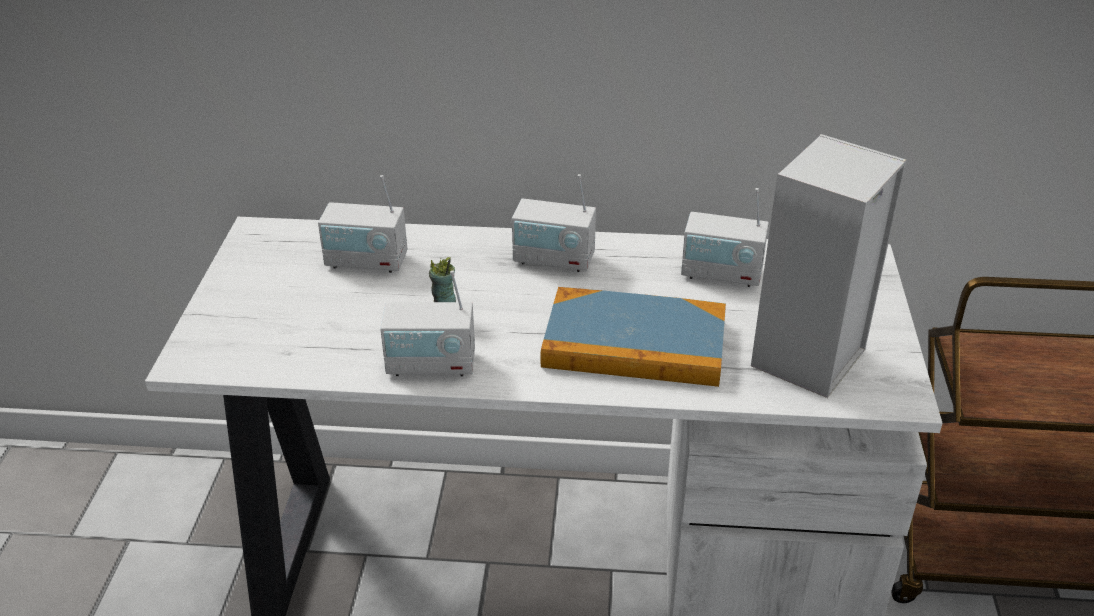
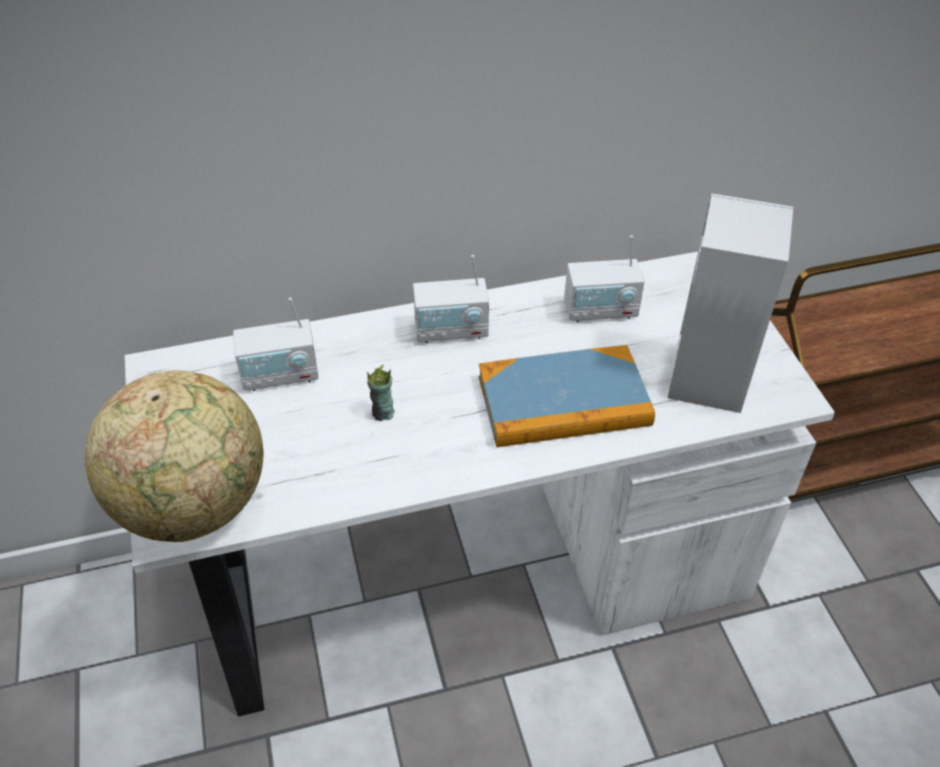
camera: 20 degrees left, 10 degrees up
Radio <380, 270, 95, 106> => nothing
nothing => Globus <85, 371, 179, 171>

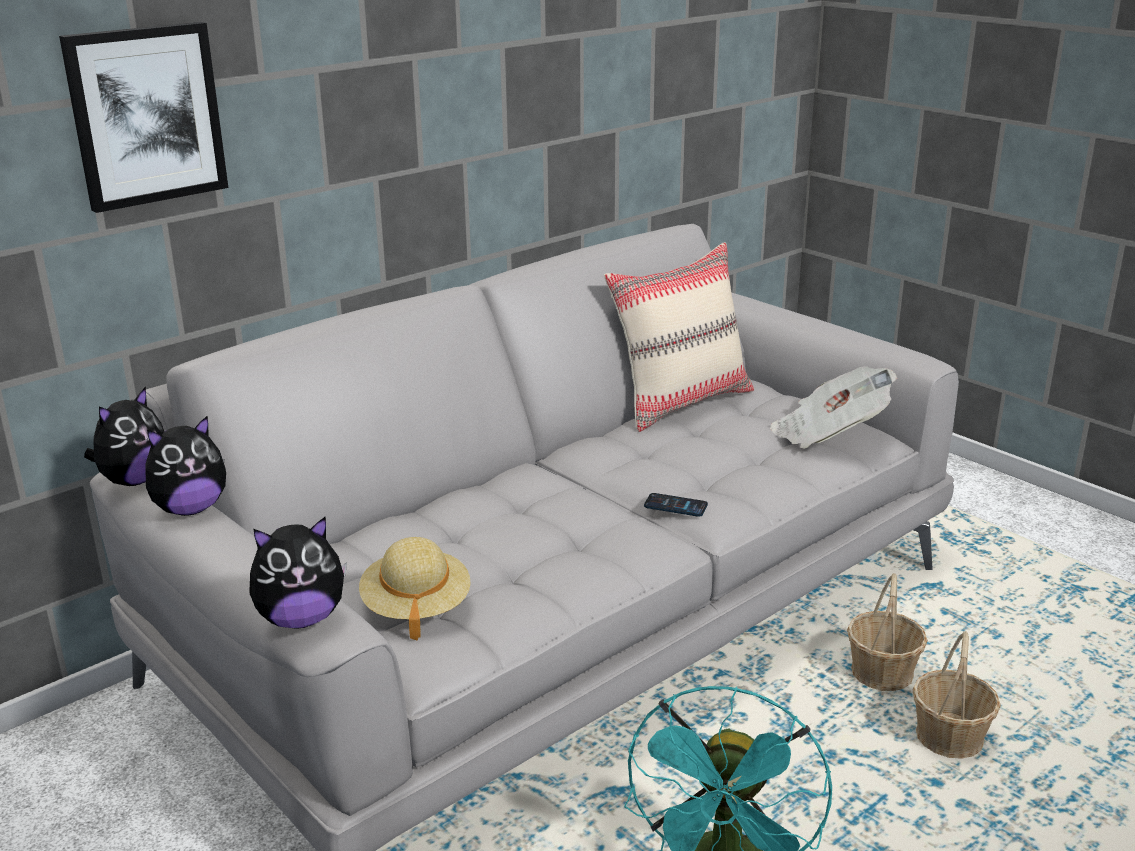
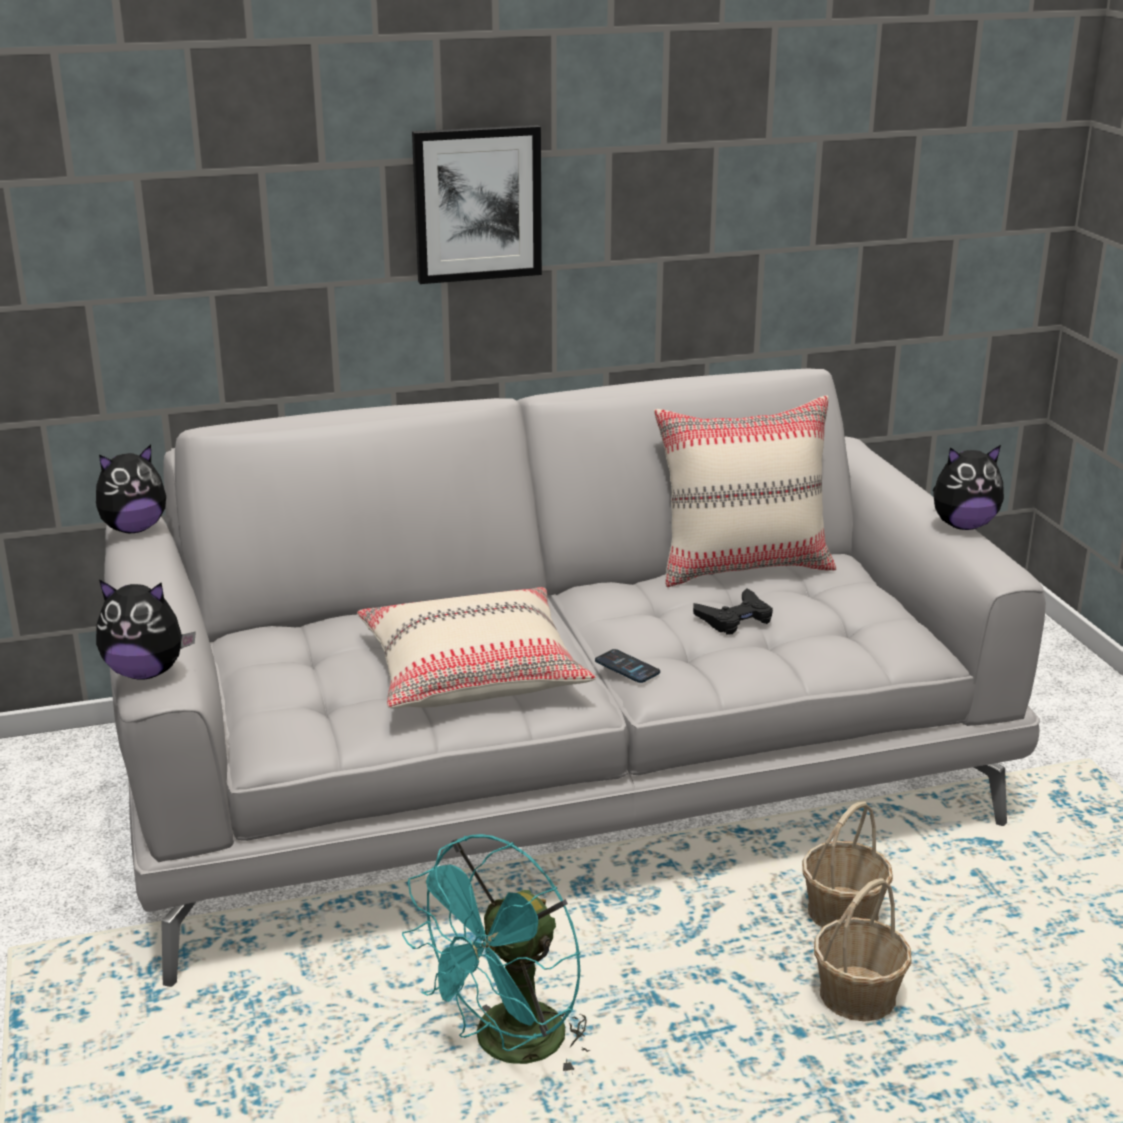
camera: 25 degrees right, 0 degrees up
Bild <59, 22, 169, 191> => Bild <412, 125, 130, 159>, shifted
Zeitung <770, 366, 127, 82> => nothing
Plüschtier <146, 416, 80, 100> => Plüschtier <933, 445, 71, 85>, shifted
Hut [beige] <359, 537, 112, 104> => nothing
nothing => Kissen [beige] <357, 587, 239, 122>
nothing => Gamepad [schwarz] <693, 588, 80, 47>

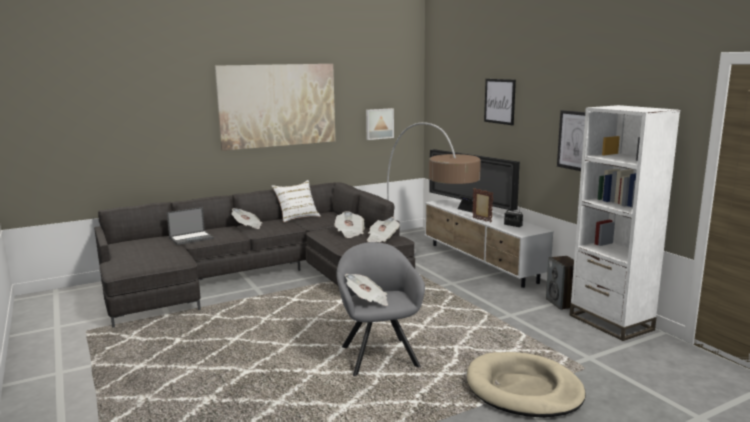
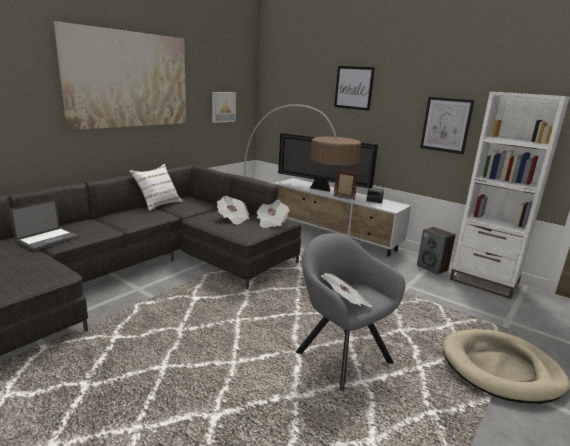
camera: 25 degrees left, 5 degrees up
Zeitung <231, 208, 32, 21> => nothing

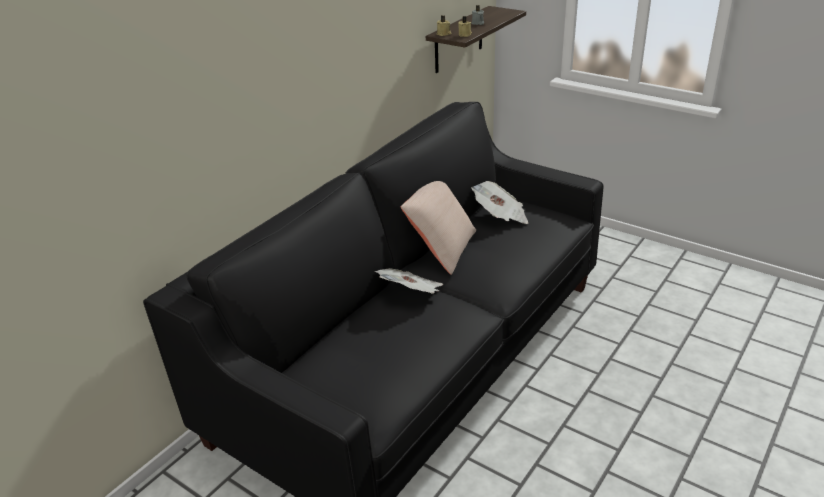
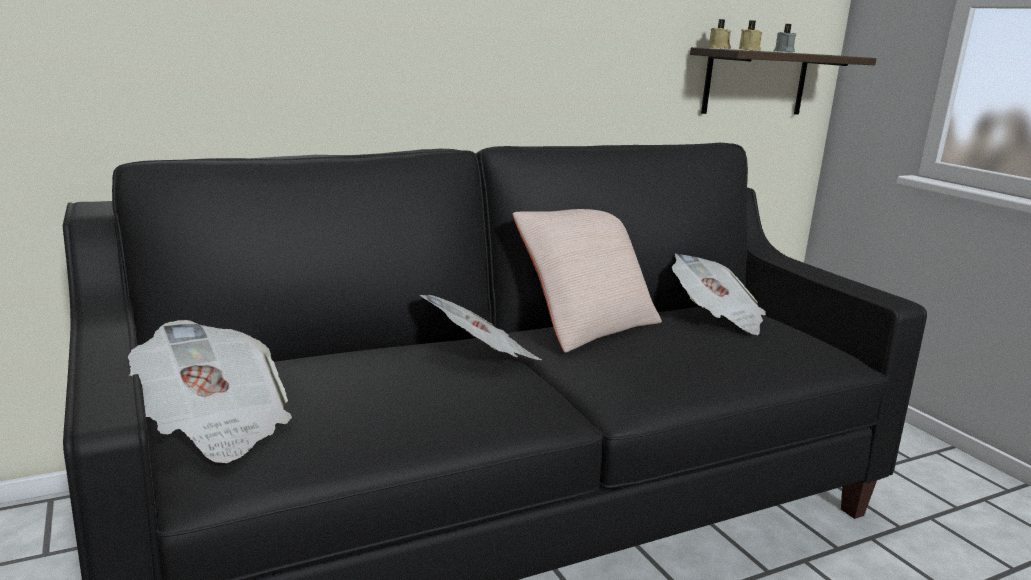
camera: 25 degrees right, 15 degrees down
nothing => Zeitung <128, 320, 164, 143>

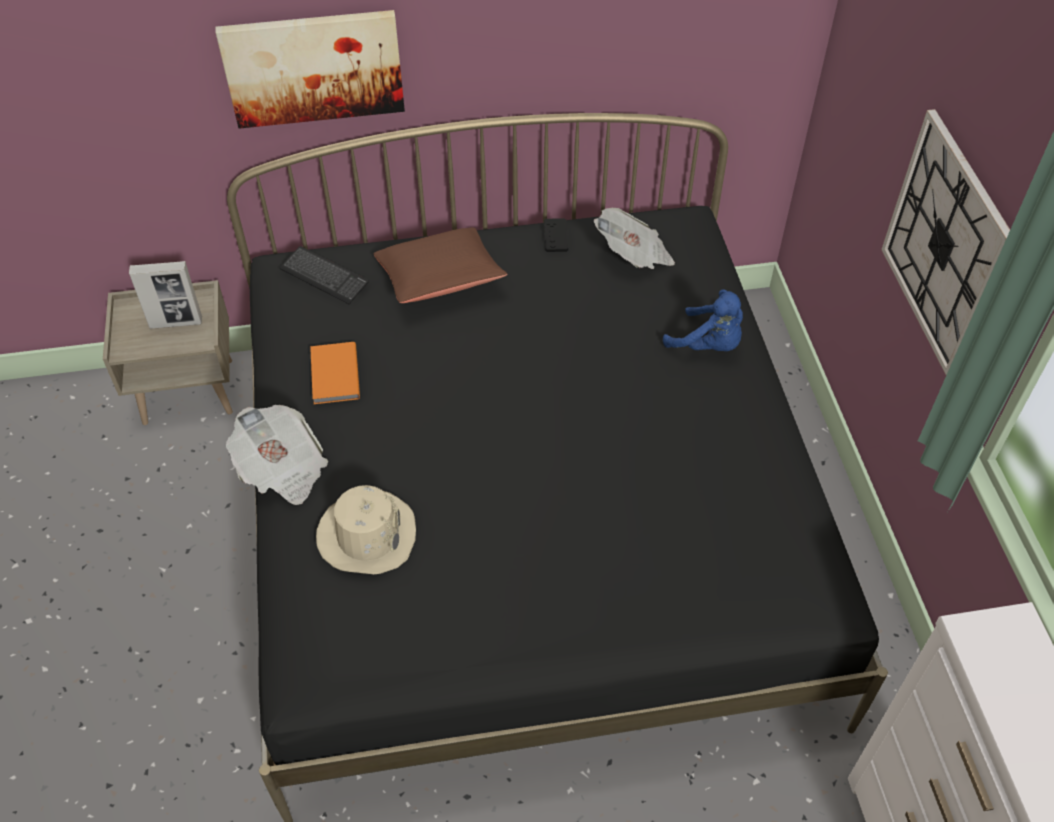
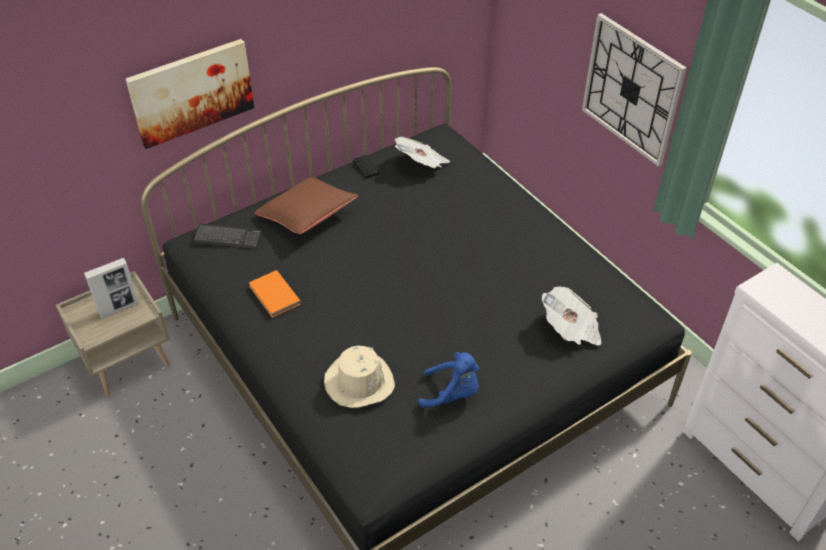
camera: 25 degrees left, 5 degrees down
Plüschtier [blau] <663, 289, 80, 62> => Plüschtier [blau] <418, 352, 61, 56>, shifted
Zeitung <226, 405, 102, 100> => Zeitung <542, 287, 60, 59>, shifted

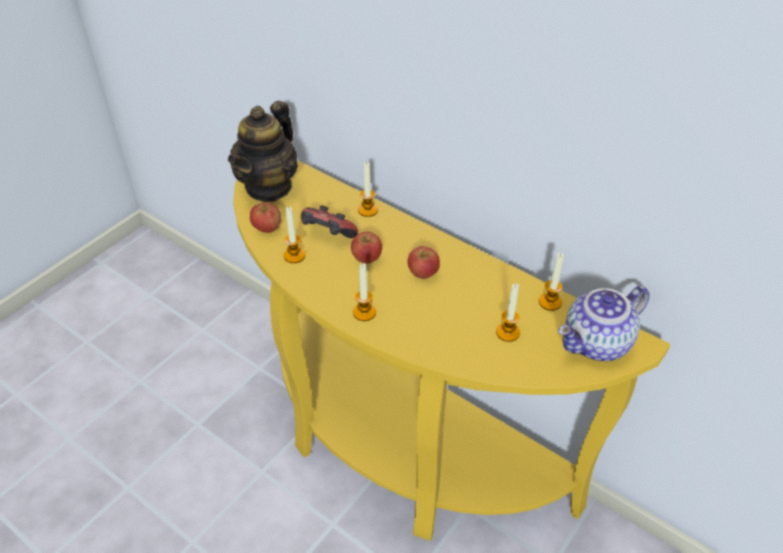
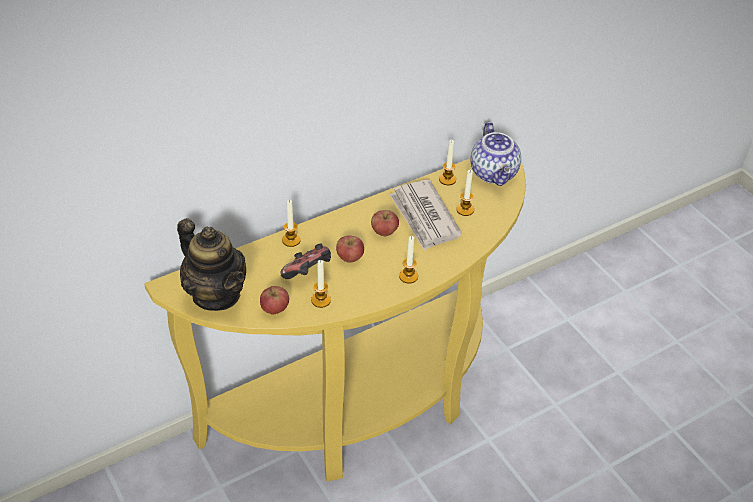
camera: 70 degrees left, 0 degrees up
nothing => Zeitung <389, 180, 73, 71>

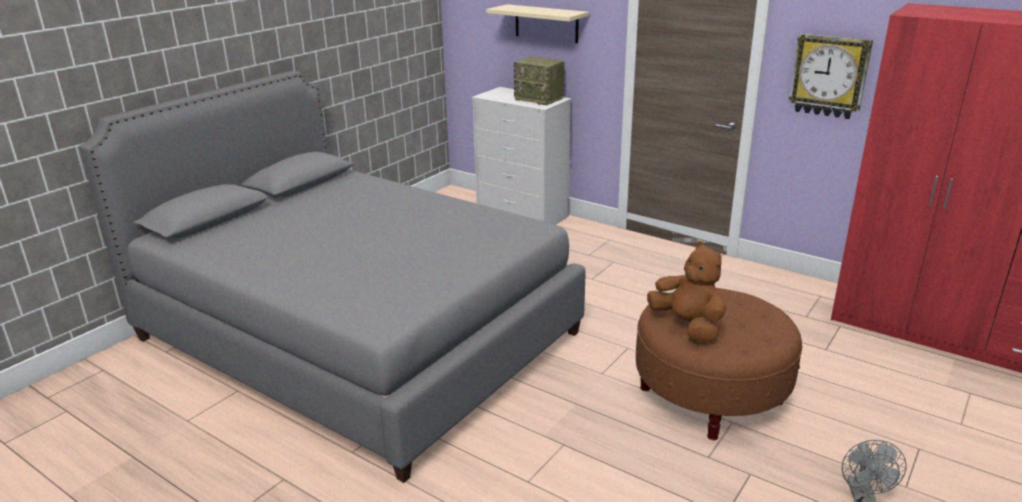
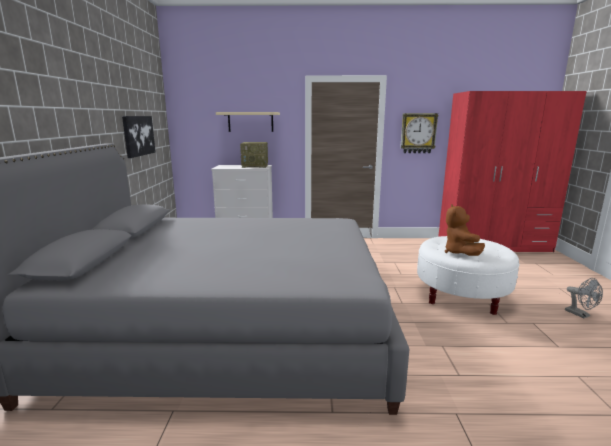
camera: 35 degrees left, 10 degrees down
Plüschtier [braun] <647, 241, 79, 101> => Plüschtier [braun] <445, 204, 40, 52>, 105 degrees counterclockwise
Polsterhocker [braun] <636, 288, 166, 152> => Polsterhocker [weiß] <417, 236, 103, 79>
nothing => Bild <122, 116, 34, 42>

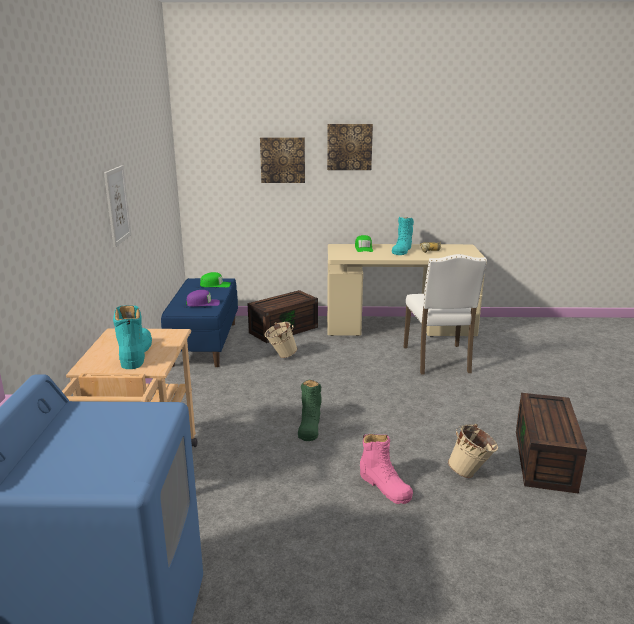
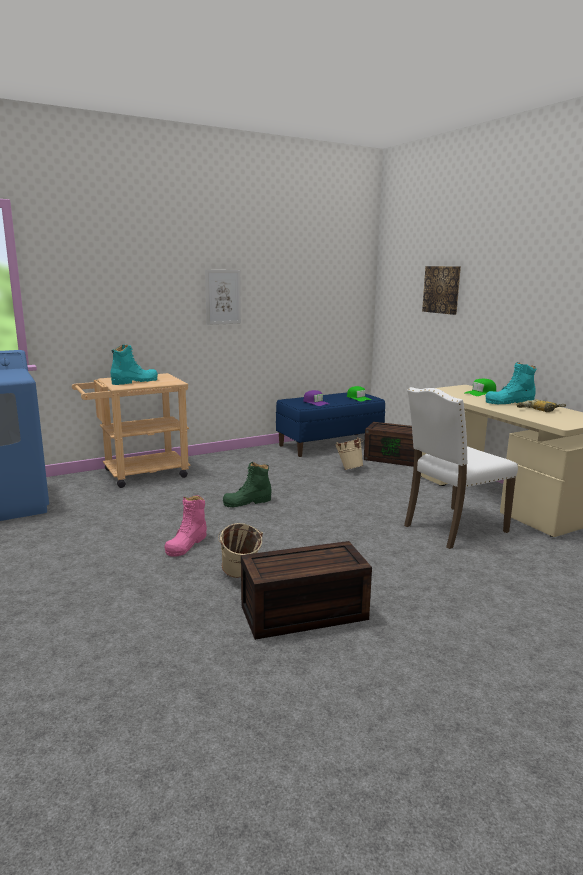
camera: 60 degrees right, 5 degrees down
Bild <327, 124, 46, 46> => nothing

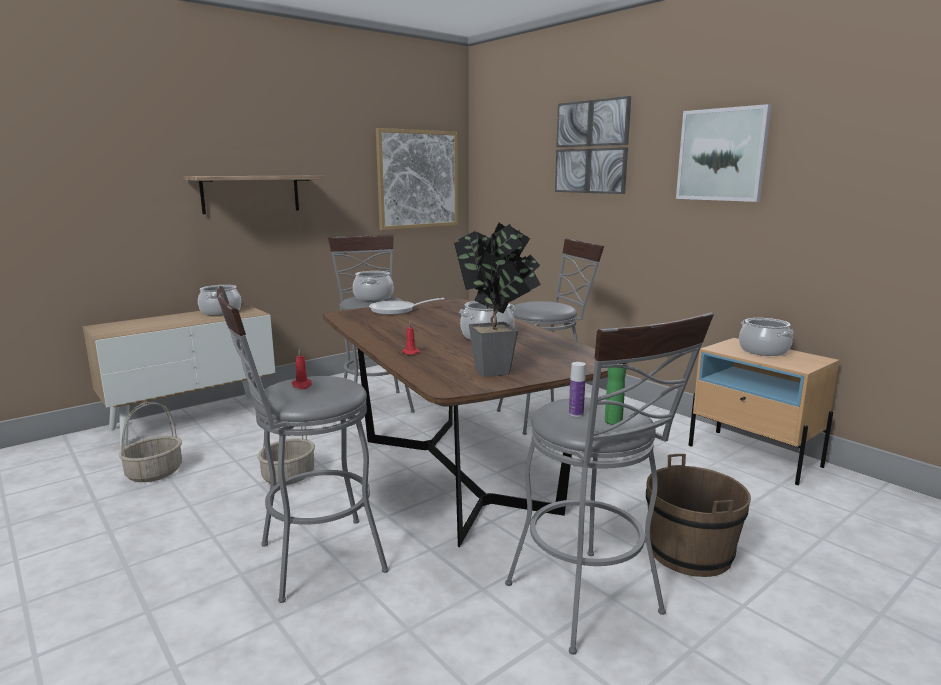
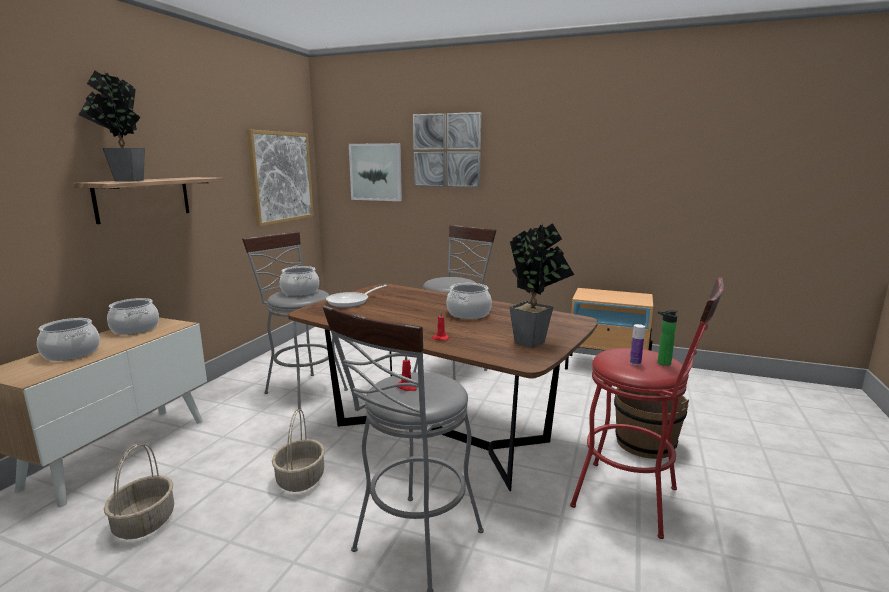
camera: 30 degrees left, 0 degrees up
Bild <676, 104, 96, 98> => Bild <349, 143, 53, 58>, shifted
Hocker [grau] <505, 313, 209, 342> => Hocker [rot] <570, 277, 154, 262>
Kochtopf <739, 318, 54, 38> => Kochtopf <37, 318, 63, 43>, shifted
nothing => Topfpflanze <79, 71, 66, 110>

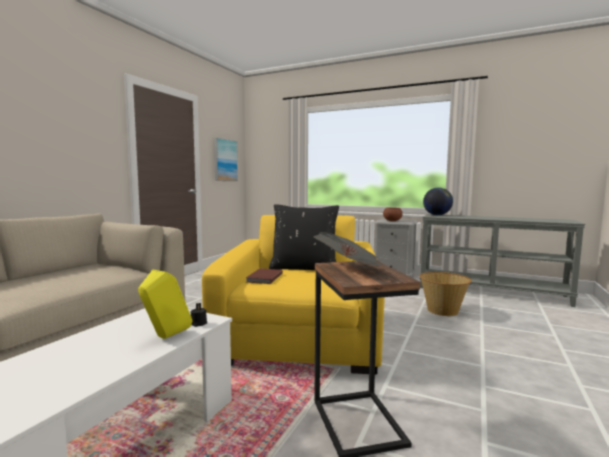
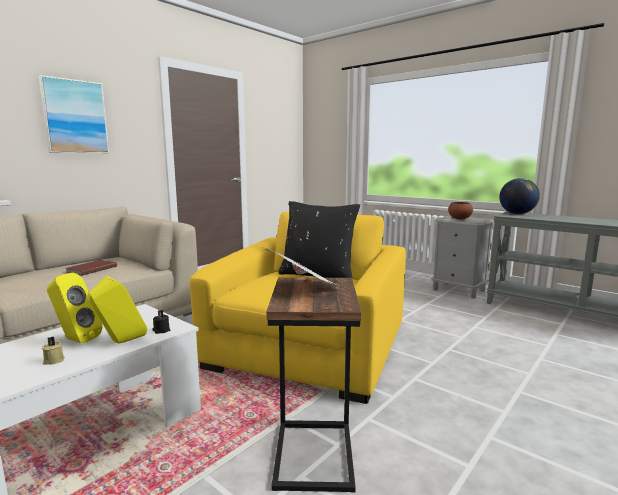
camera: 15 degrees right, 5 degrees up
Bild <214, 137, 24, 44> => Bild <39, 75, 70, 78>, shifted
Buch [braun] <246, 268, 37, 16> => Buch [braun] <66, 260, 51, 16>, shifted
Korb <420, 272, 52, 44> => nothing
nothing => Lautsprecher [gelb] <47, 273, 56, 70>
nothing => Kerze [beige] <41, 337, 24, 28>

